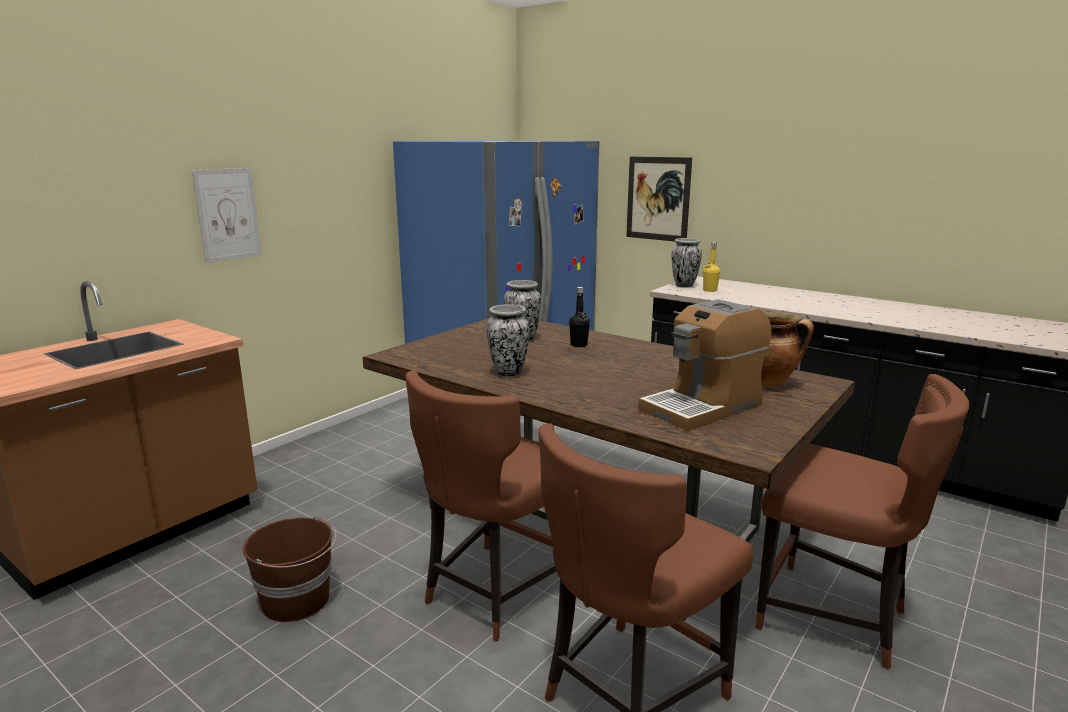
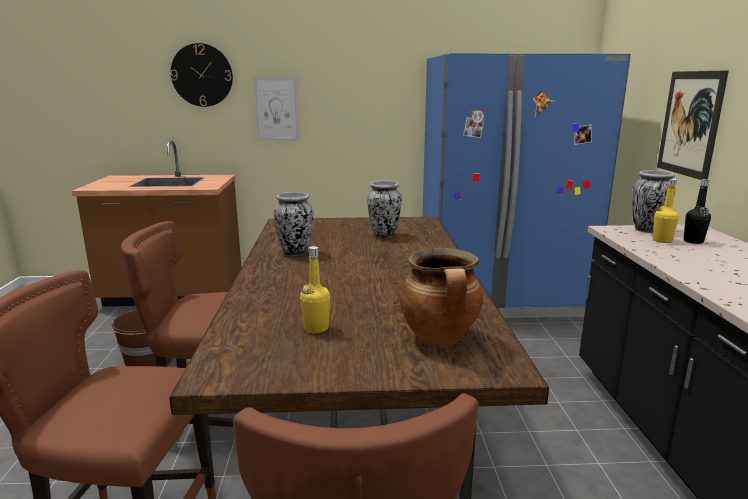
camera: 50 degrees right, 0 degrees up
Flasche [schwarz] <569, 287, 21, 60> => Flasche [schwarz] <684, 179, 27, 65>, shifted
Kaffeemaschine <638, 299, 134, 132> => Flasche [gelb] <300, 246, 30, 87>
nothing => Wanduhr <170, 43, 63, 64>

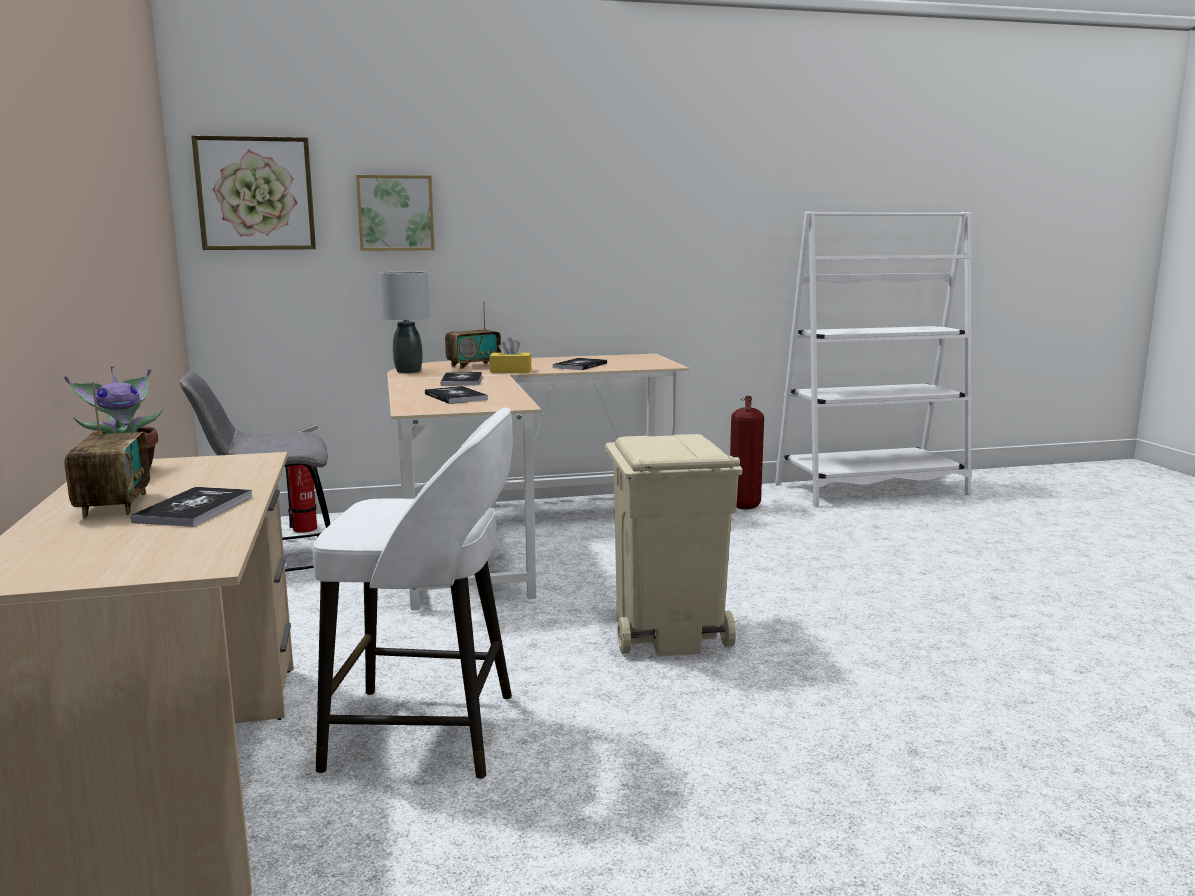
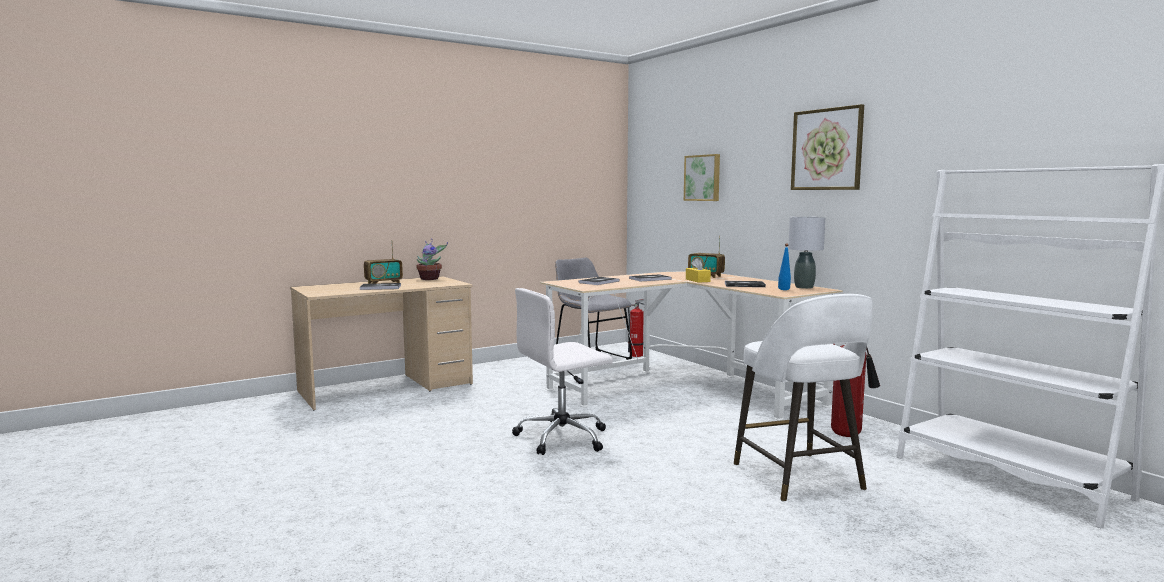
camera: 70 degrees right, 5 degrees down
Bild <191, 135, 125, 115> => Bild <791, 104, 73, 86>, shifted
Tischlampe [grau] <379, 271, 51, 102> => Tischlampe [grau] <788, 217, 37, 72>, shifted
Hocker [weiß] <313, 407, 200, 372> => Hocker [weiß] <734, 294, 139, 208>, shifted
Mülleimer [beige] <605, 434, 137, 223> => Bürostuhl [weiß] <512, 288, 101, 167>
nothing => Flasche [blau] <778, 243, 13, 47>

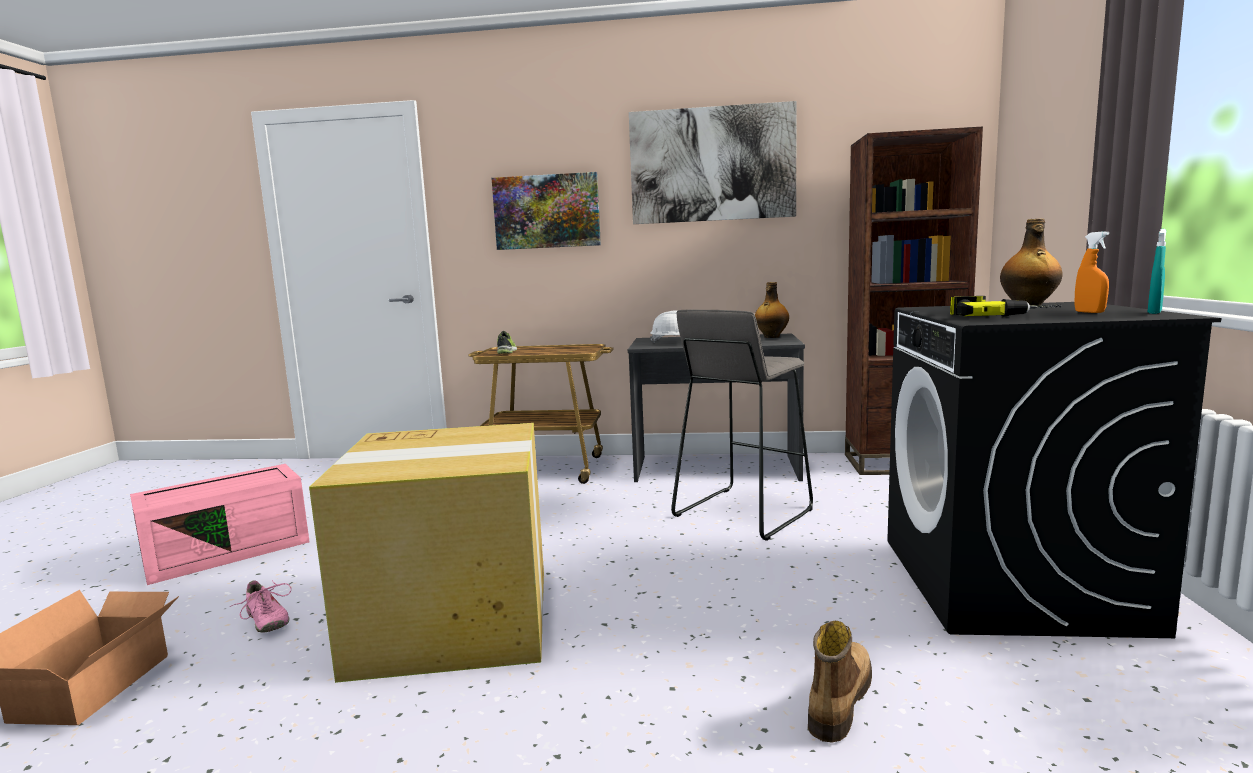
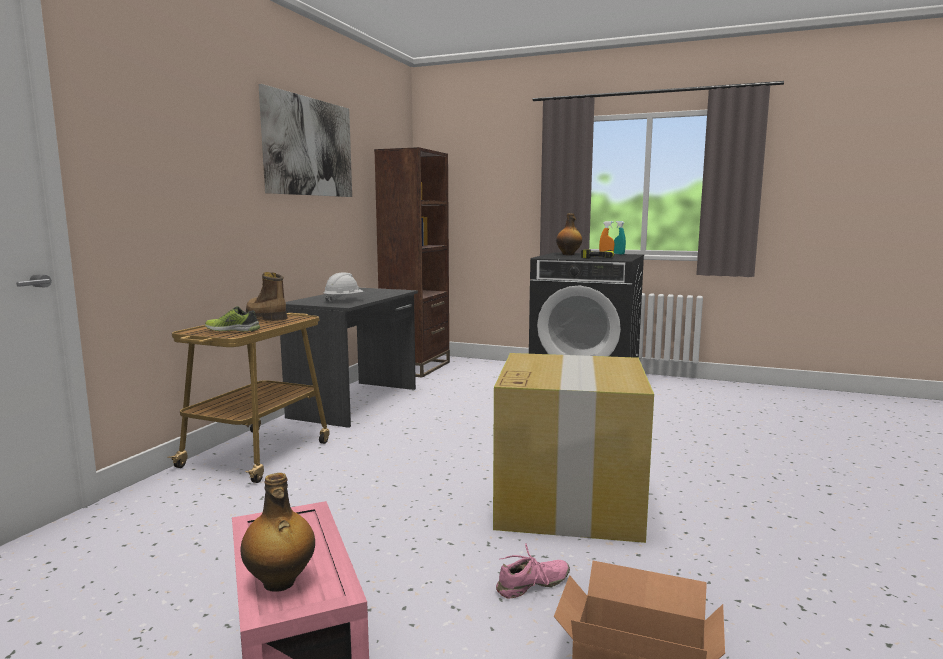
camera: 75 degrees left, 0 degrees up
Bild <492, 172, 109, 78> => nothing
Flasche <755, 282, 34, 56> => Flasche <241, 473, 74, 119>, shifted
Hocker [grau] <671, 309, 142, 232> => nothing
Stiefel <808, 621, 64, 121> => Stiefel <246, 272, 41, 49>, shifted

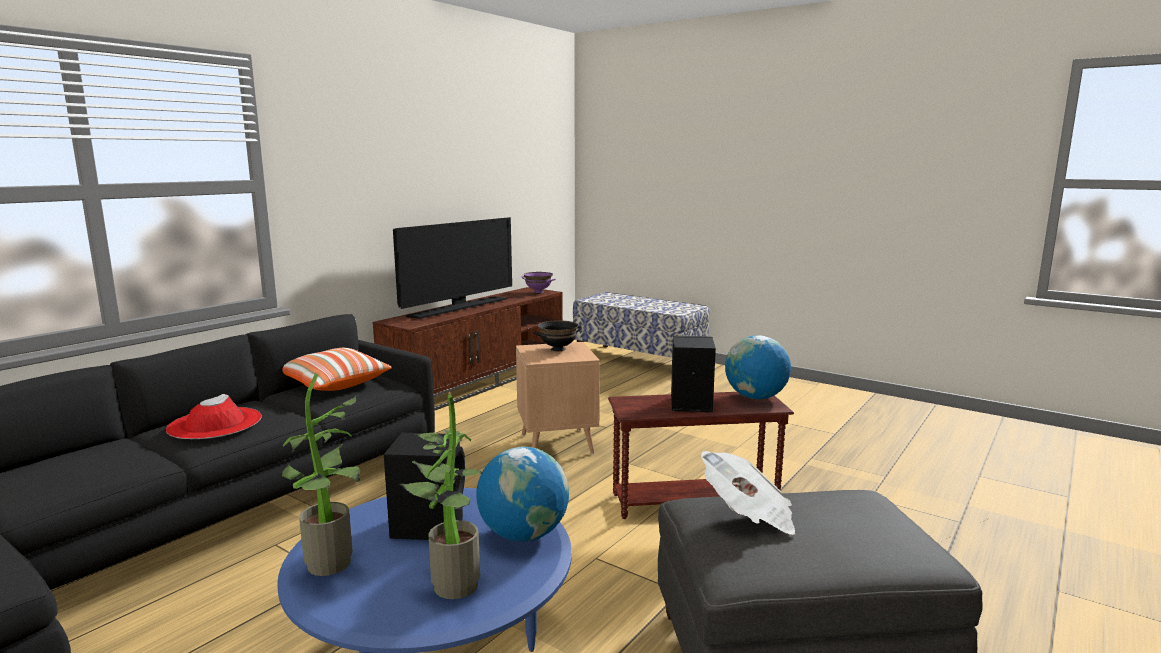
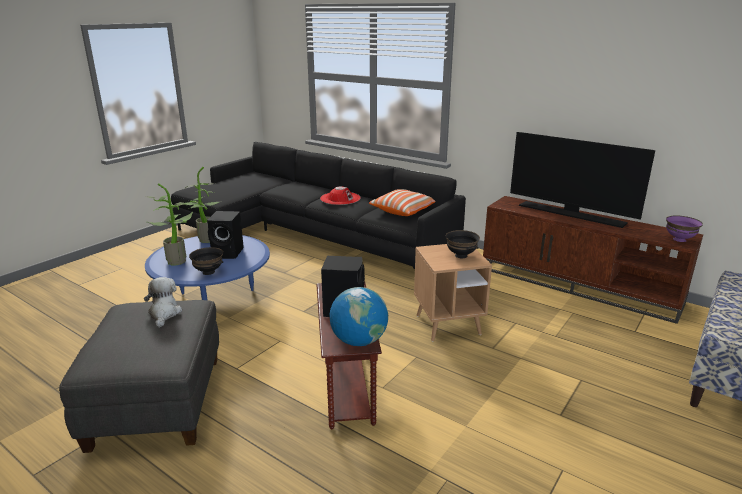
camera: 90 degrees right, 10 degrees up
Globus <476, 446, 93, 96> => Schüssel [schwarz] <189, 247, 34, 28>
Zeitung <701, 451, 94, 84> => Plüschtier <144, 277, 38, 51>

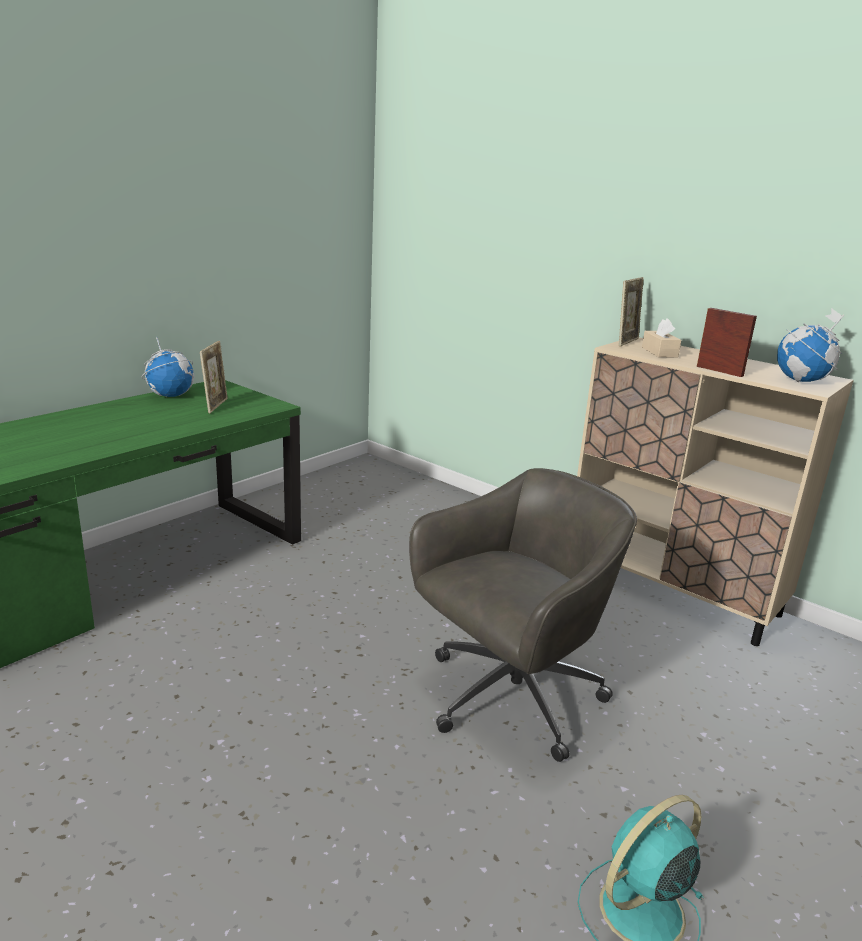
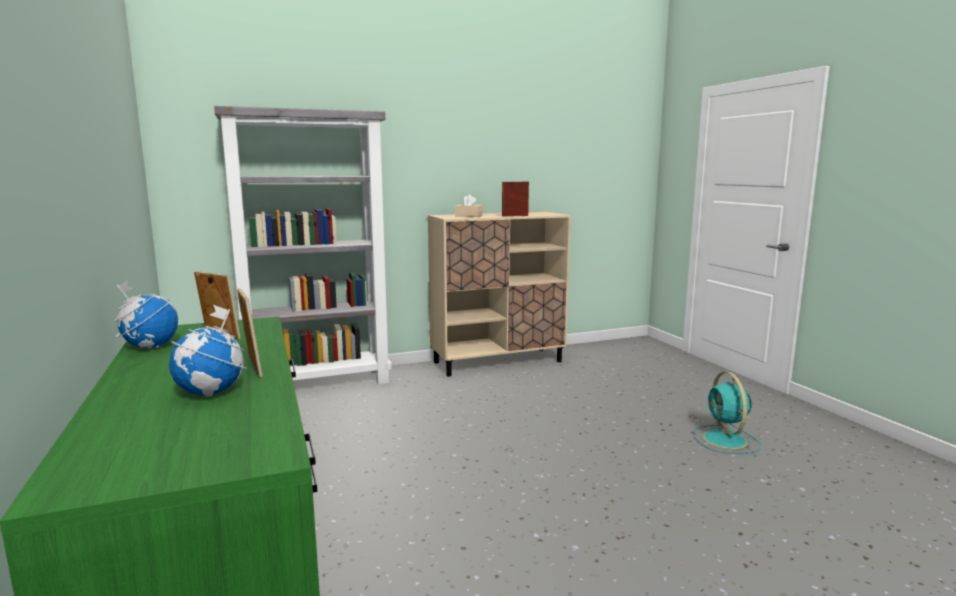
camera: 60 degrees left, 10 degrees down
Bilderrahmen <619, 277, 25, 70> => Bilderrahmen <237, 288, 26, 89>, shifted
Globus <777, 308, 68, 74> => Globus <169, 305, 78, 92>, shifted
Bürostuhl [grau] <409, 468, 228, 294> => nothing
nothing => Bücherregal [grau] <214, 106, 177, 279>

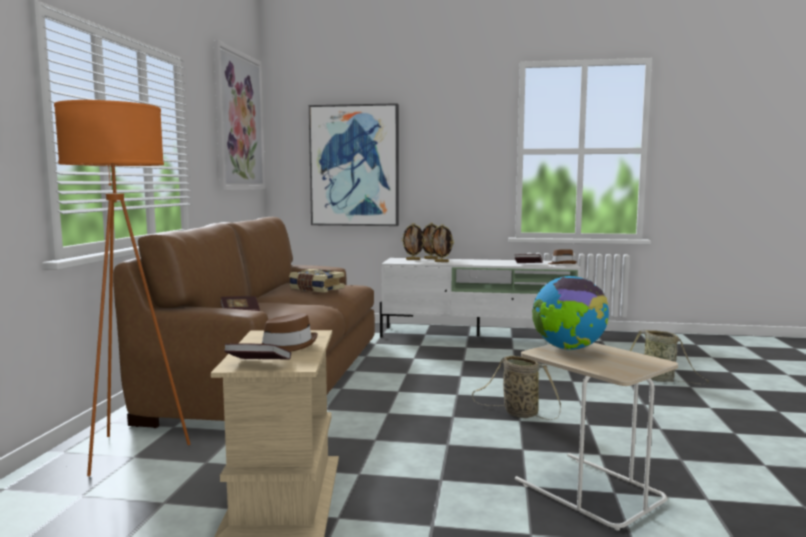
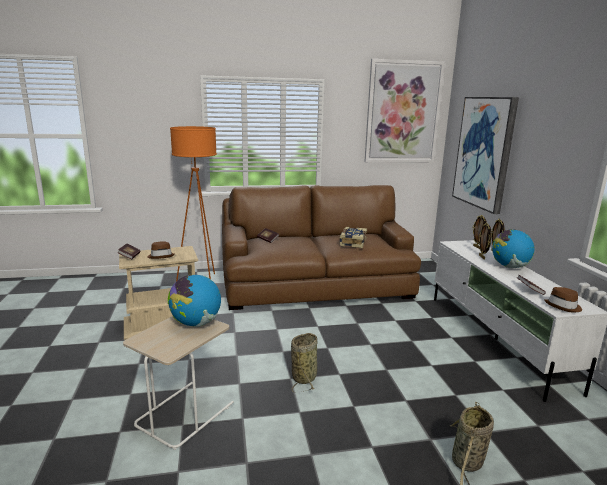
camera: 70 degrees right, 10 degrees up
nothing => Globus <492, 229, 42, 39>

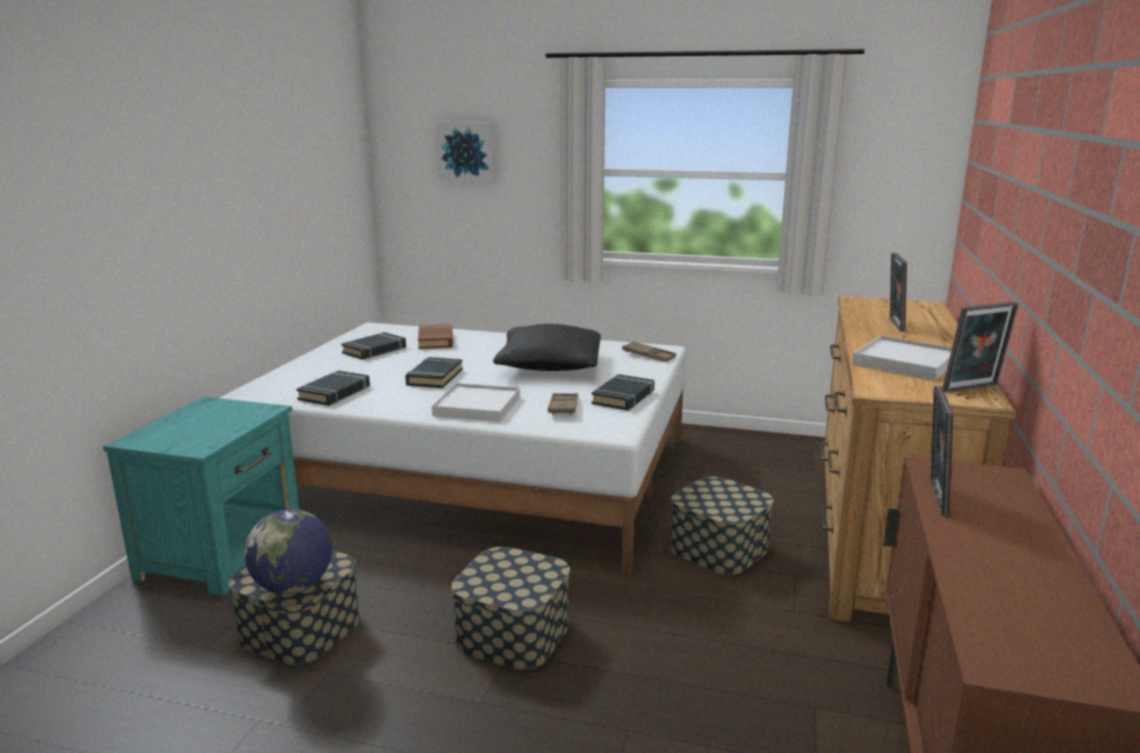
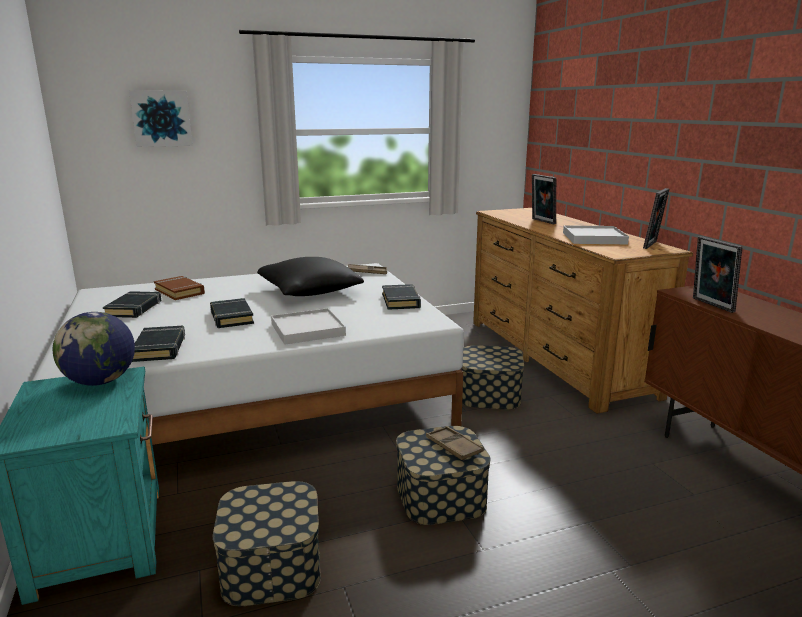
camera: 35 degrees left, 0 degrees up
Tablett [braun] <548, 393, 30, 22> => Tablett [braun] <426, 426, 58, 34>, shifted
Globus <244, 509, 88, 85> => Globus <52, 312, 83, 74>, shifted

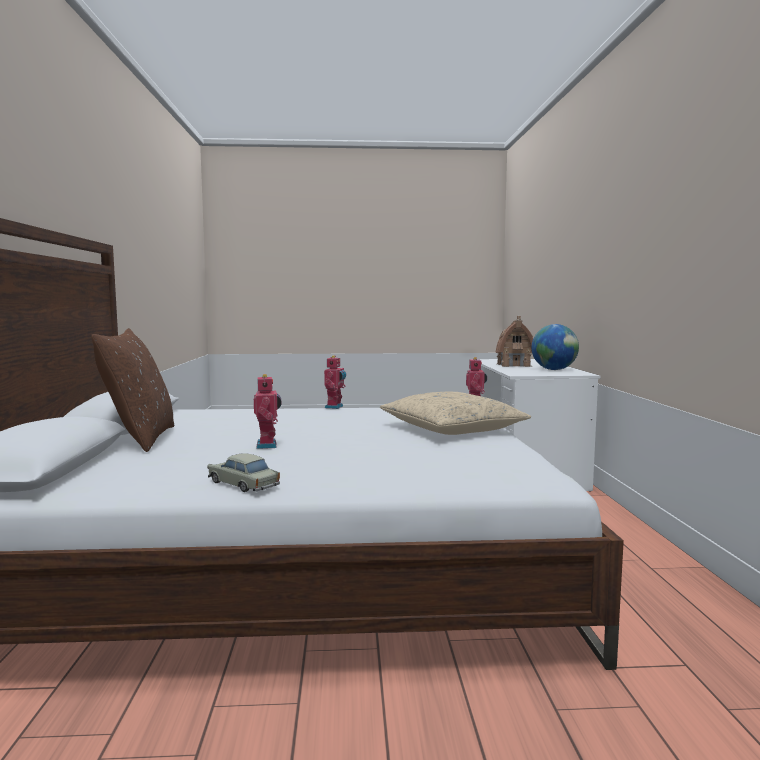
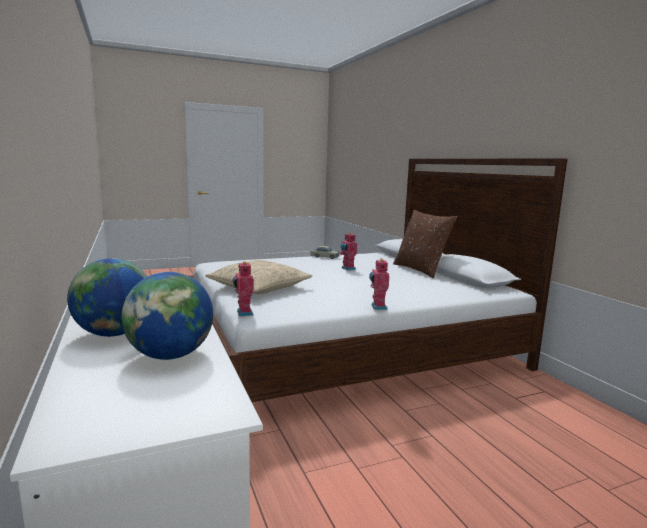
camera: 160 degrees right, 5 degrees up
Spielzeughaus <496, 316, 37, 51> => Globus <121, 272, 92, 88>

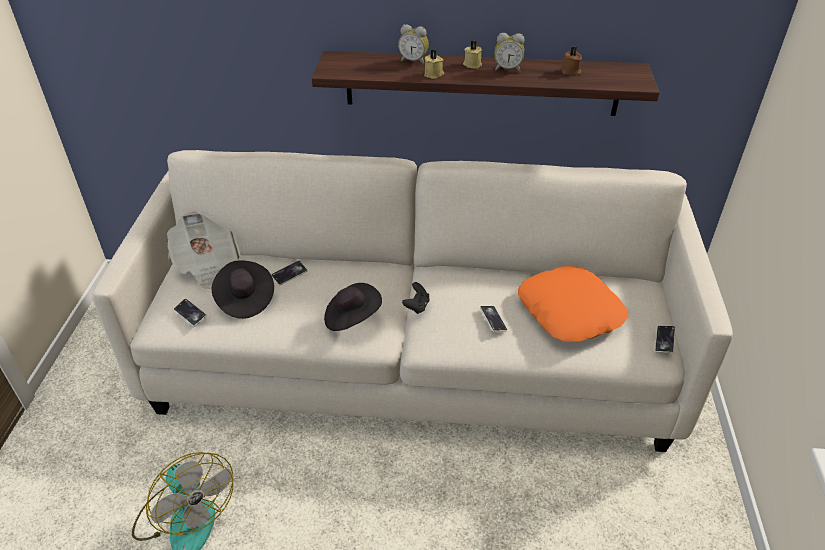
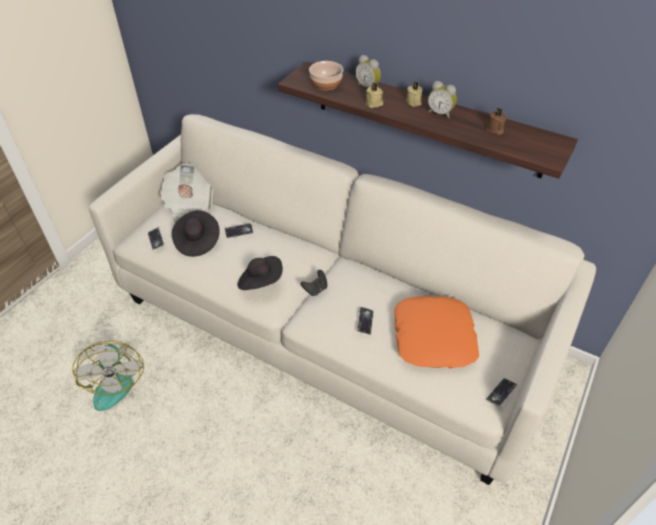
camera: 25 degrees right, 5 degrees up
nothing => Schüssel <309, 61, 34, 30>

